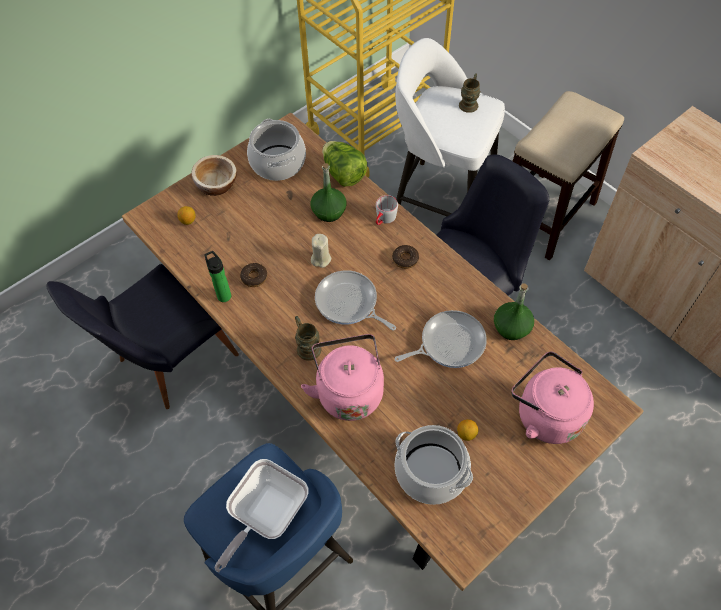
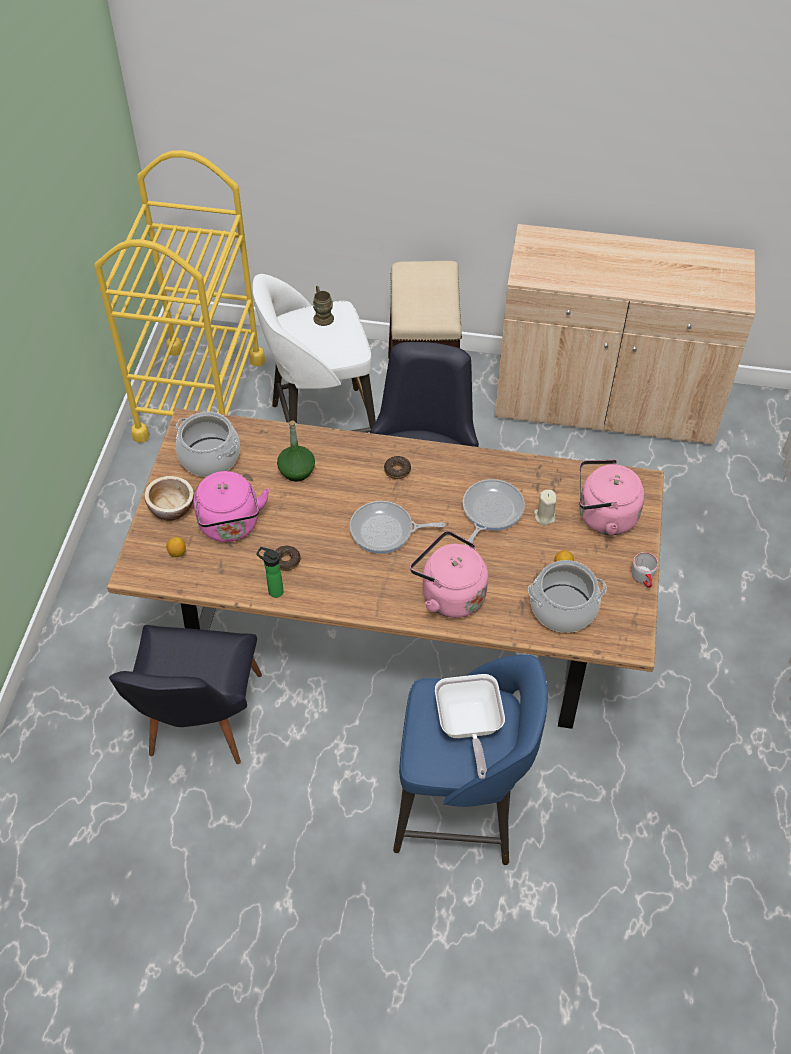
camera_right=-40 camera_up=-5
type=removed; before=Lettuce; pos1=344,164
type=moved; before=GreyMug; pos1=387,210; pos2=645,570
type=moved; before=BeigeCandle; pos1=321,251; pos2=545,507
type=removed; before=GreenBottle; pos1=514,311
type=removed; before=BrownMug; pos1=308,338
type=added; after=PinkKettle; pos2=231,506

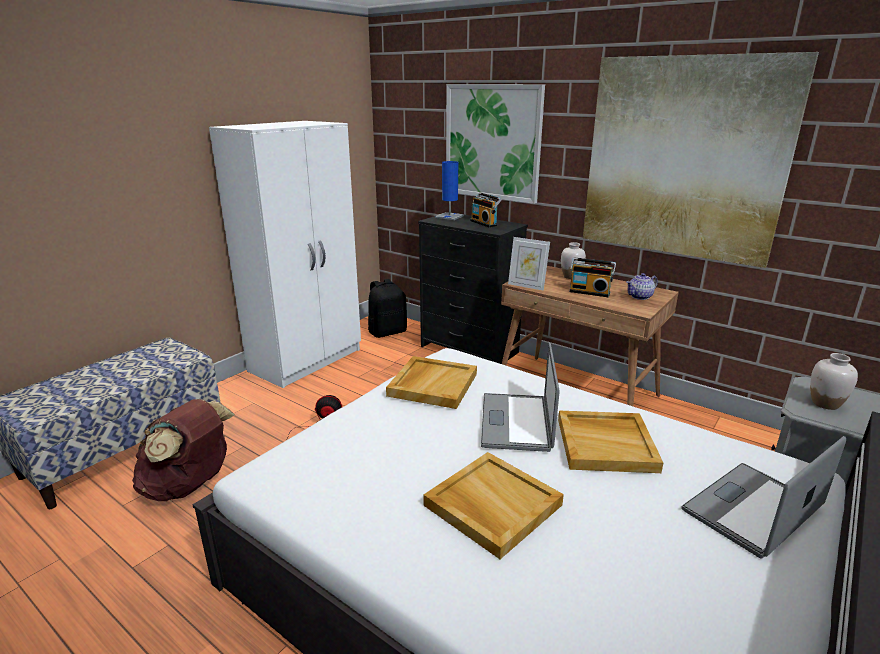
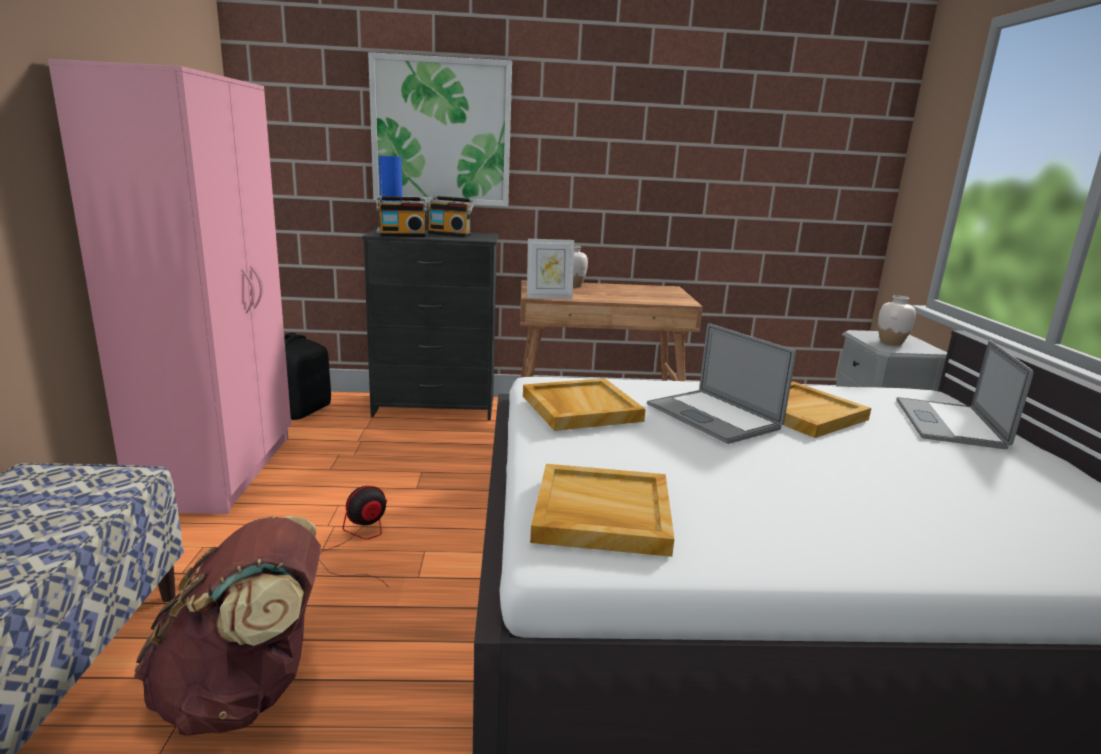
camera_right=-40 camera_up=-5
type=removed; before=Picture; pos1=701,160
type=recoloured; before=WhiteWardrobe; after=PinkWardrobe; pos1=285,254; pos2=169,286
type=moved; before=Radio; pos1=592,277; pos2=401,216
type=removed; before=Teapot; pos1=642,286
type=moved; before=BeigeTray; pos1=493,505; pos2=602,510

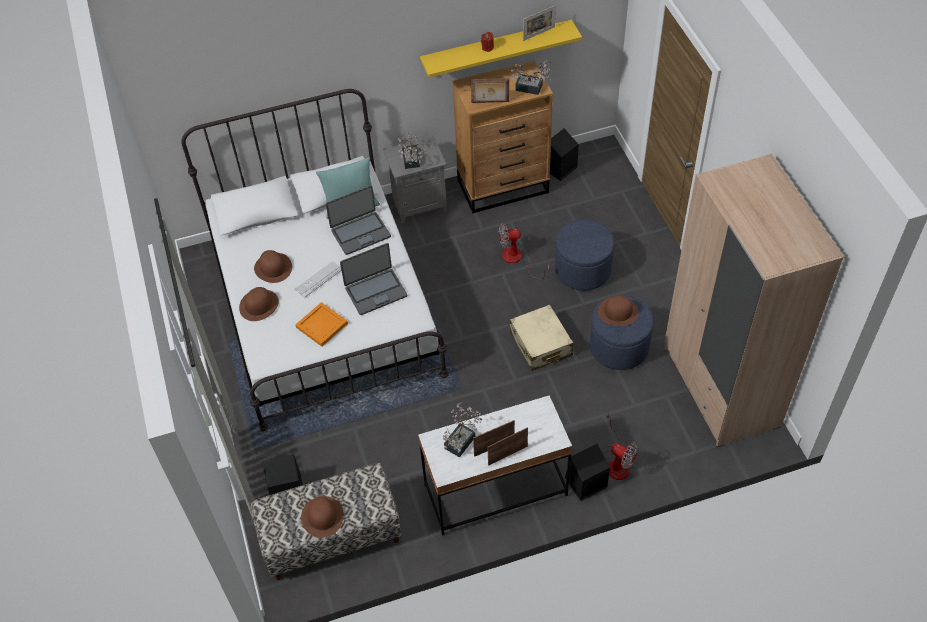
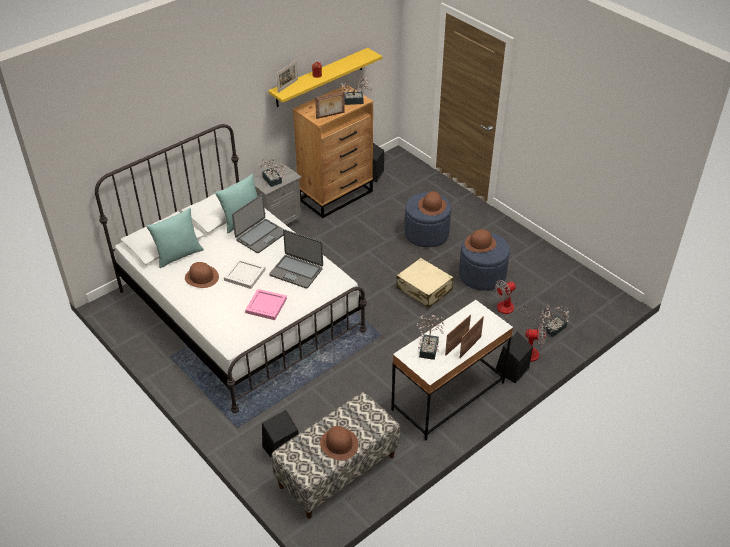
camera_right=-25 camera_up=-10
type=moved; before=PictureFrame; pos1=539,23; pos2=287,77
type=removed; before=BeigeWardrobe; pos1=754,300
type=moved; before=Fan; pos1=524,251; pos2=522,300
type=turned; before=Laptop; pos1=373,279; pos2=296,259; turn=75
type=replaced; before=Keyboard; after=WhiteTray; pos1=318,279; pos2=245,274
type=moved; before=BrownHat; pos1=259,304; pos2=432,203
type=recoloured; before=OrangeTray; after=PinkTray; pos1=321,324; pos2=266,304
type=added; after=TurquoisePillow; pos2=175,238
type=added; after=PottedPlant; pos2=554,321

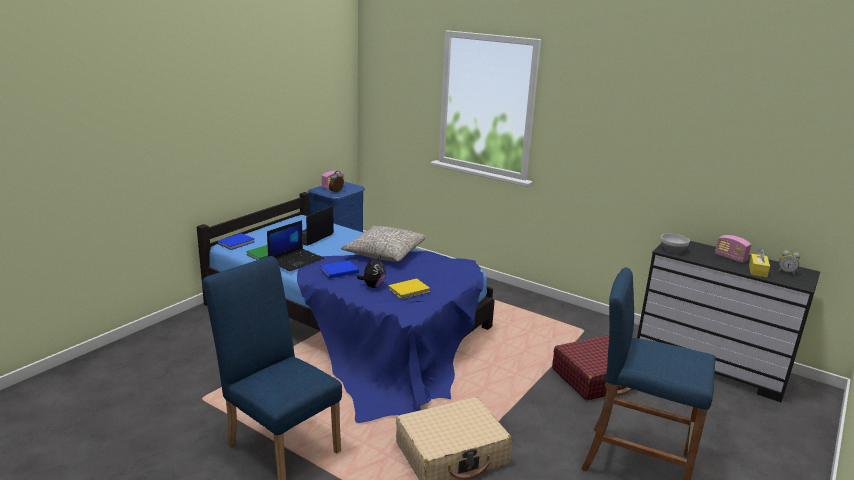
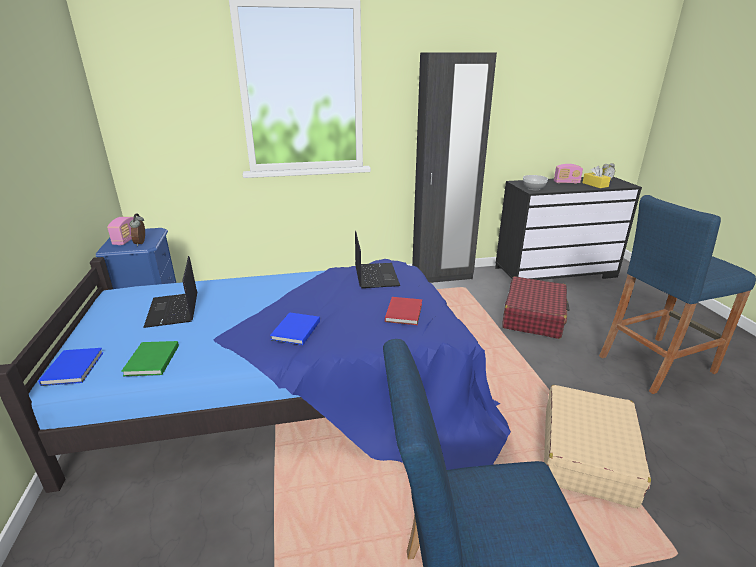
camera_right=-45 camera_up=5
type=moved; before=Laptop; pos1=295,245; pos2=377,259
type=removed; before=GreyPillow; pos1=384,244
type=removed; before=PlushToy; pos1=371,271
type=recoloured; before=YellowBook; after=RedBook; pos1=409,288; pos2=403,311
type=added; after=BlackWardrobe; pos2=454,167

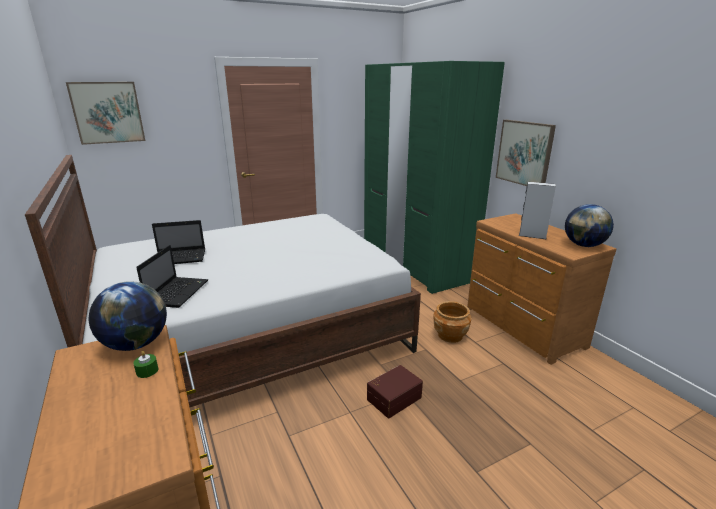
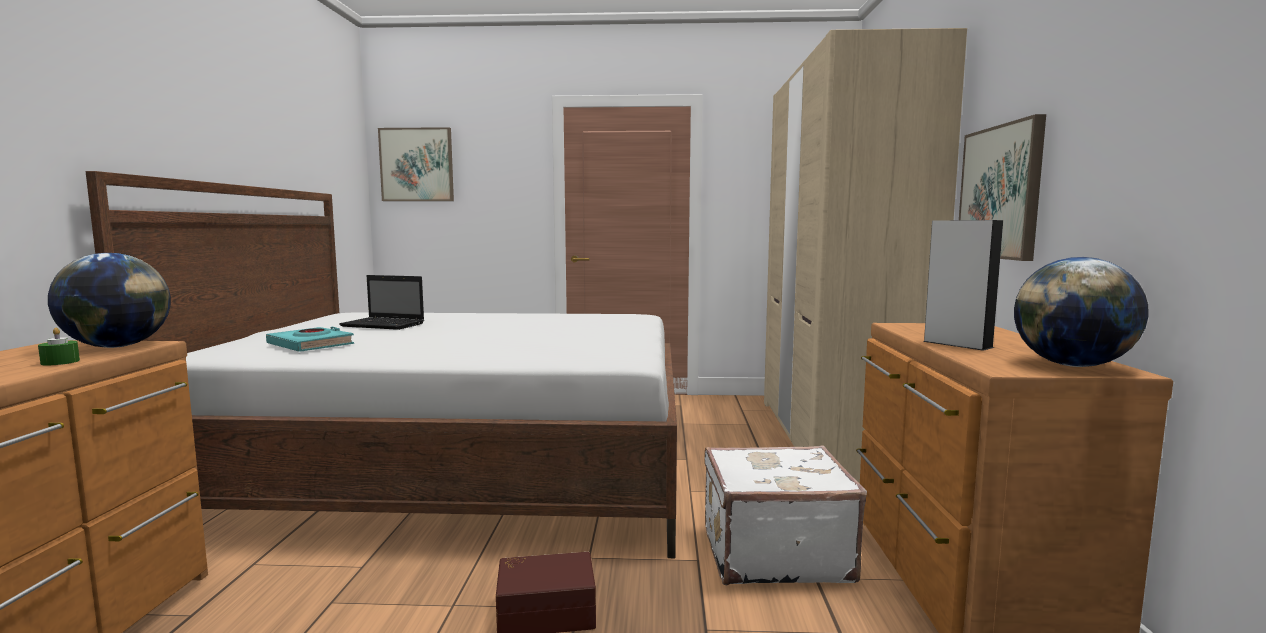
camera_right=30 camera_up=-15
type=recoloured; before=GreenWardrobe; after=BeigeWardrobe; pos1=434,177; pos2=865,255
type=replaced; before=Laptop; after=TurquoiseBook; pos1=172,276; pos2=310,339
type=replaced; before=BrownPlanter; after=WhiteSuitcase; pos1=453,322; pos2=785,515

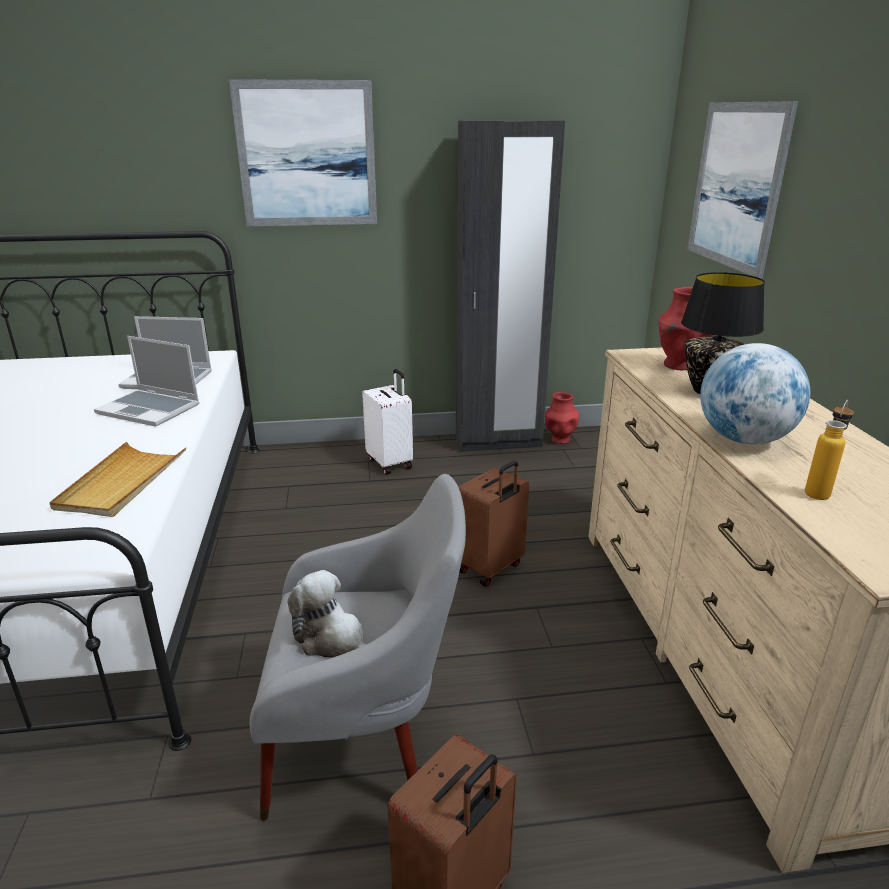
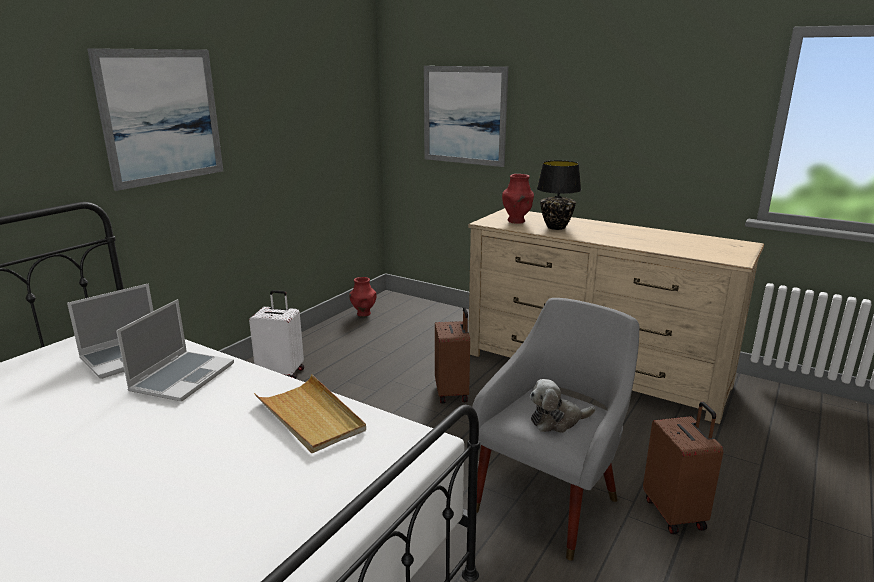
camera_right=-50 camera_up=-5
type=removed; before=BlackWardrobe; pos1=510,286
type=turned; before=Laptop; pos1=147,381; pos2=175,350; turn=-45
type=removed; before=Globe; pos1=755,394
type=removed; before=Bottle; pos1=829,450

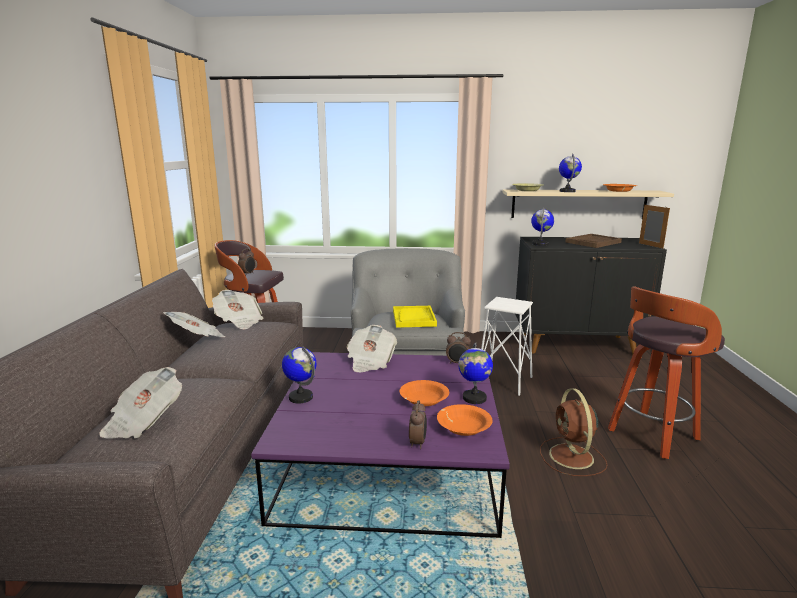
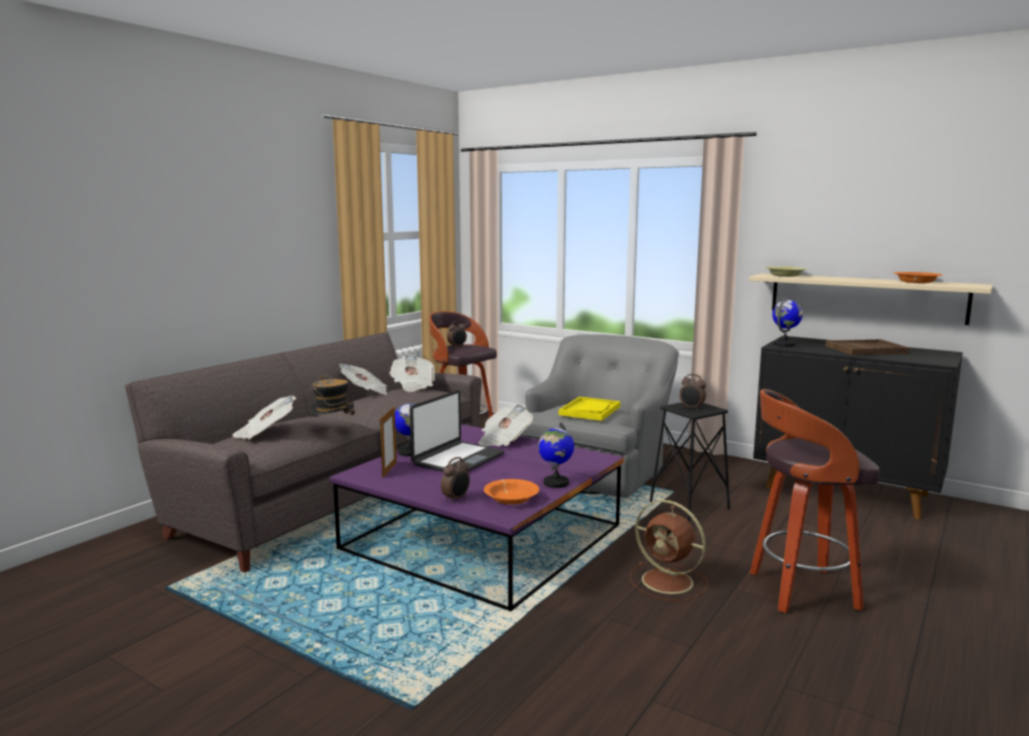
camera_right=30 camera_up=-5
type=removed; before=Globe; pos1=570,172
type=moved; before=PictureFrame; pos1=654,226; pos2=388,442
type=recoloured; before=WhiteStool; after=BlackStool; pos1=507,346; pos2=689,461
type=moved; before=AlarmClock; pos1=458,348; pos2=692,392
type=removed; before=OrangeBowl; pos1=424,393
type=turned; before=BrownFan; pos1=573,432; pos2=669,550; turn=-75
type=added; after=Hat; pos2=332,398
type=added; after=Laptop; pos2=457,431

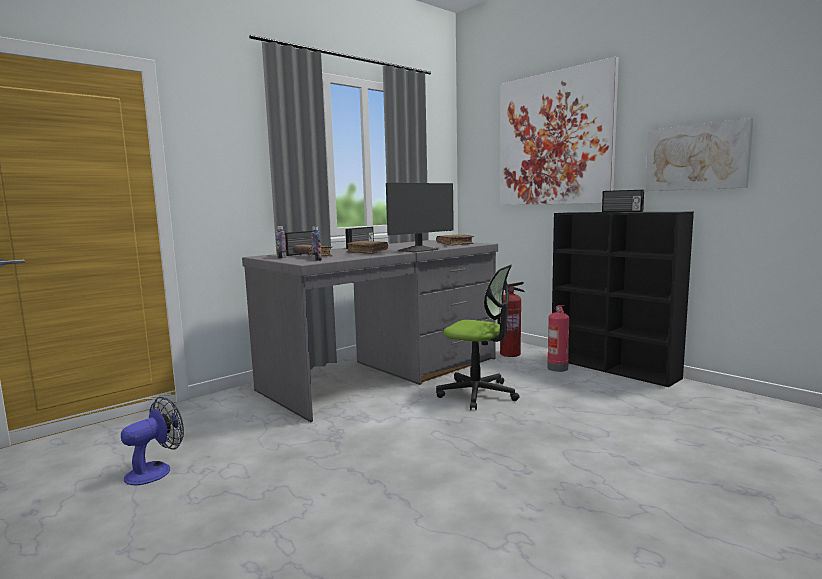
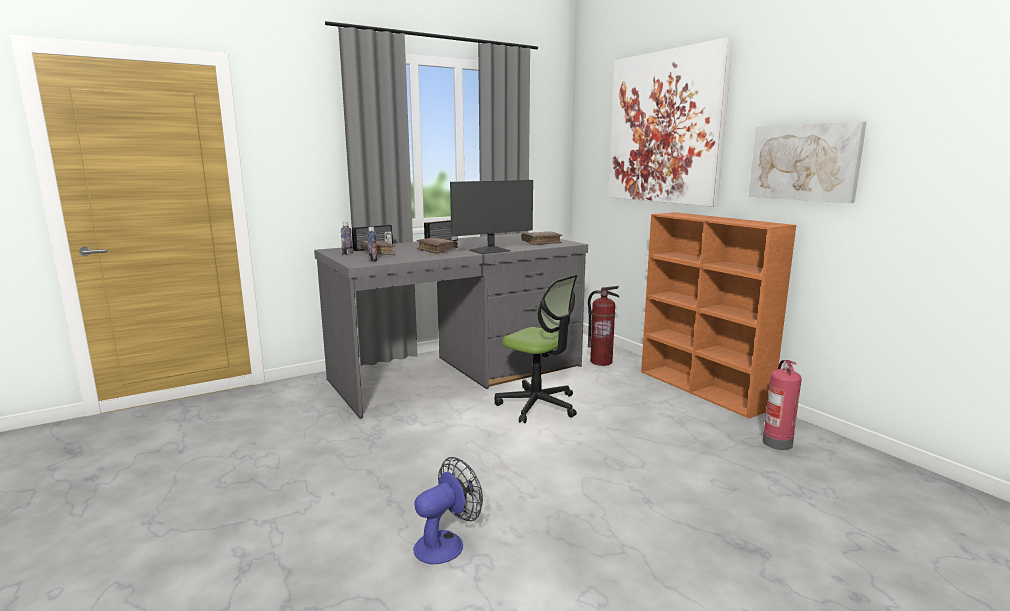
camera_right=10 camera_up=5
type=removed; before=Radio; pos1=623,201
type=recoloured; before=BlackBookcase; after=OrangeBookcase; pos1=623,299; pos2=718,315
type=moved; before=FireExtinguisher; pos1=558,338; pos2=782,405
type=moved; before=Fan; pos1=152,441; pos2=448,510

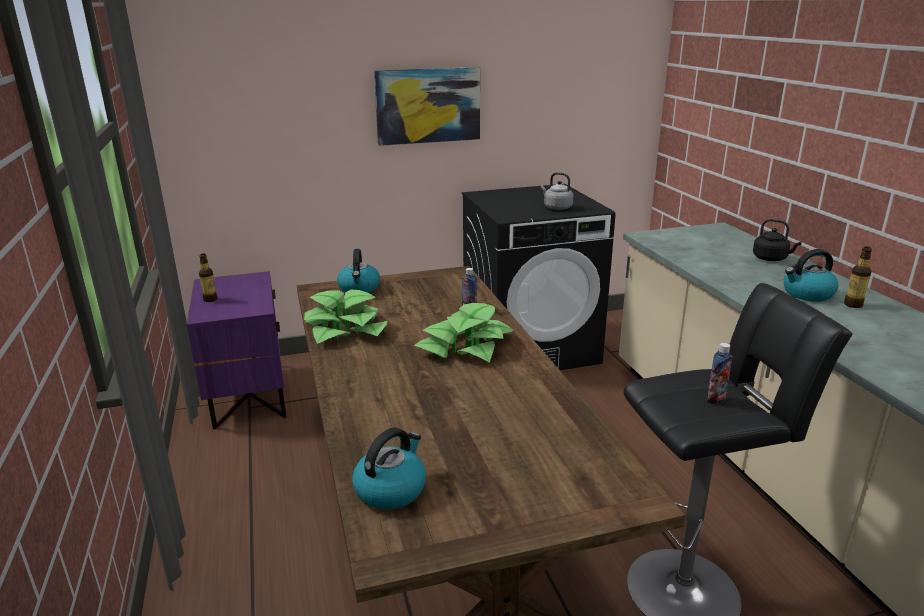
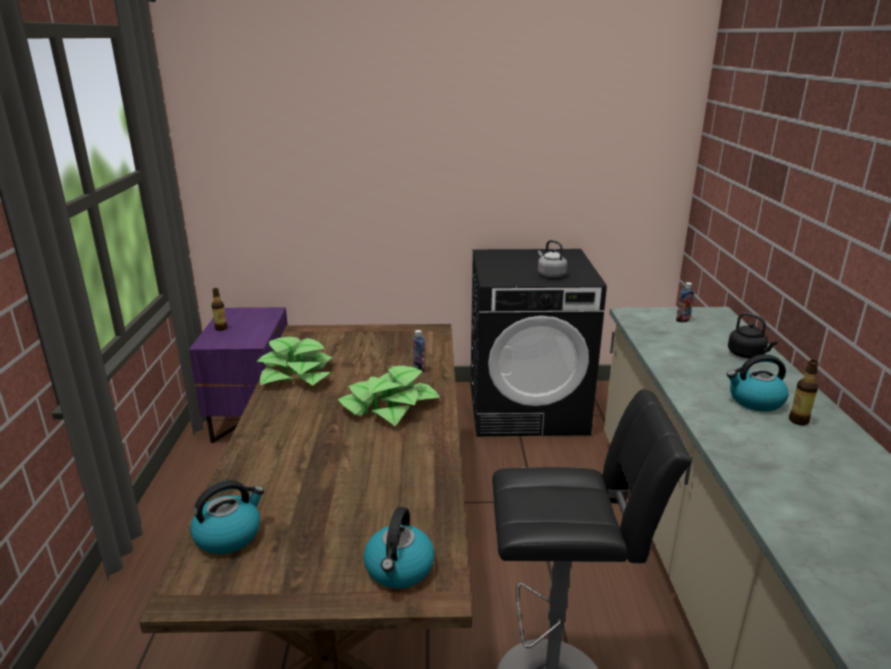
camera_right=15 camera_up=0
type=removed; before=Picture; pos1=427,106
type=moved; before=Kettle; pos1=358,271; pos2=399,548
type=moved; before=Bottle; pos1=720,373; pos2=685,302

